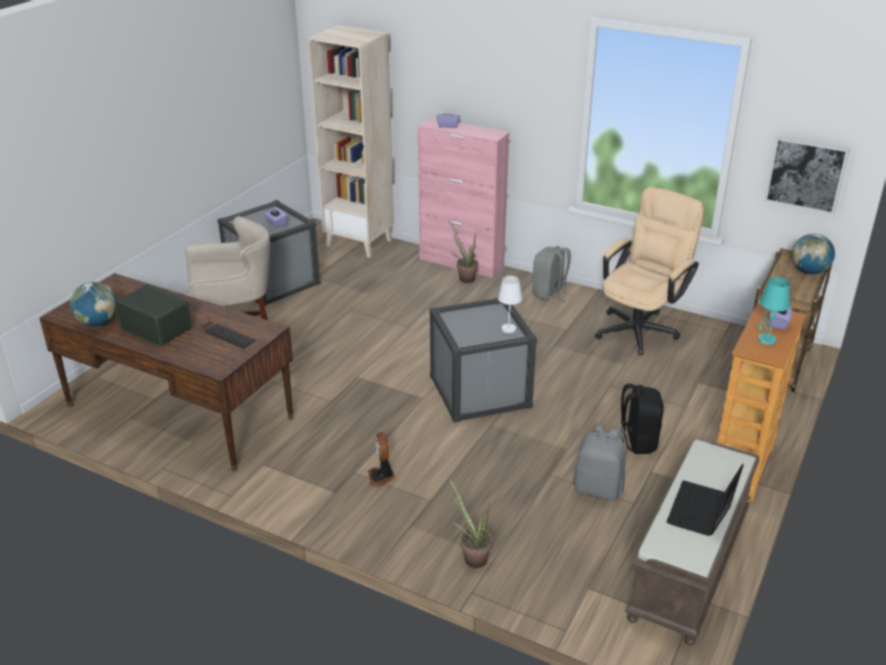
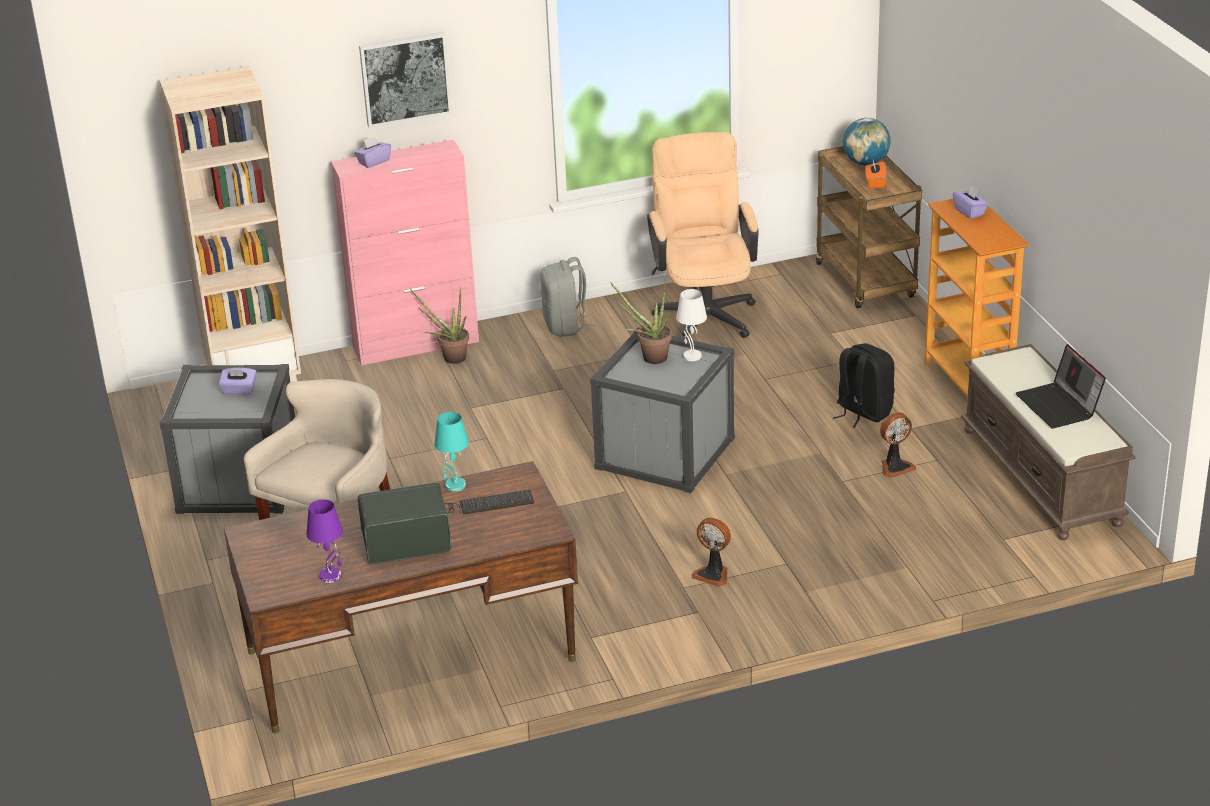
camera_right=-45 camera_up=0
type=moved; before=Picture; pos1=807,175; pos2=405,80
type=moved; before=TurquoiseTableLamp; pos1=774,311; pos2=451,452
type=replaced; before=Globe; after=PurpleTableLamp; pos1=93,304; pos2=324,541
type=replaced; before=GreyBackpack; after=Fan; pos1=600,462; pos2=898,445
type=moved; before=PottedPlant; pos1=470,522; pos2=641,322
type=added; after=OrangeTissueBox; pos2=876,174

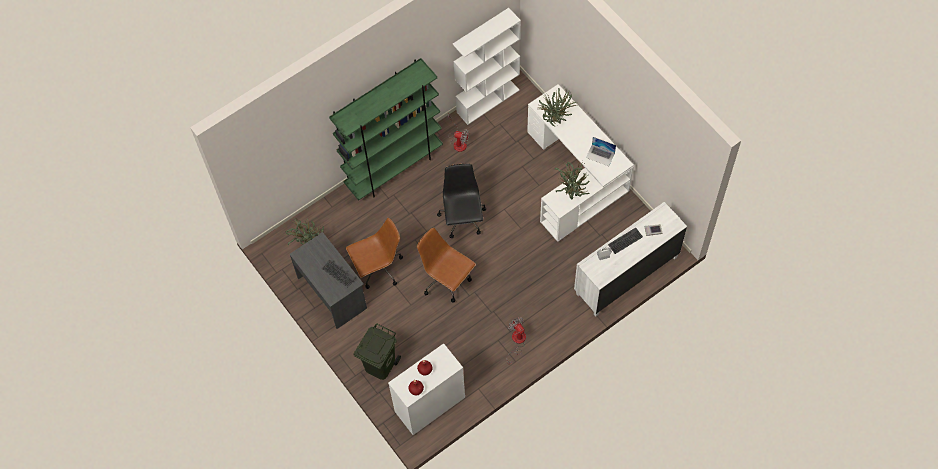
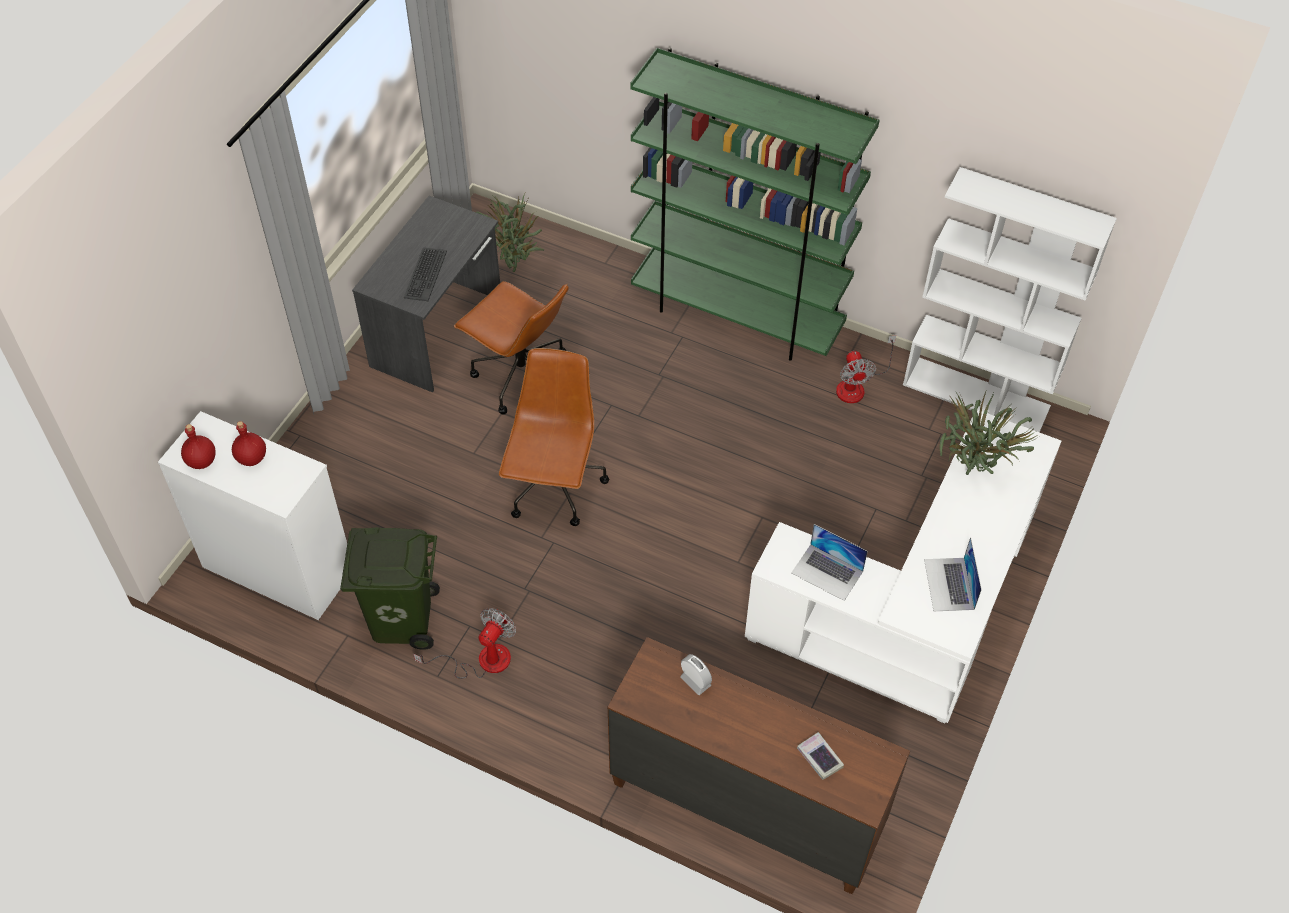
camera_right=60 camera_up=-10
type=replaced; before=PottedPlant; after=Laptop; pos1=572,179; pos2=829,562
type=removed; before=BlackOfficeChair; pos1=461,201
type=recoloured; before=WhiteDresser; after=BrownDresser; pos1=630,259; pos2=758,765
type=removed; before=Keyboard; pos1=625,241
type=moved; before=GreenTrashCan; pos1=377,351; pos2=390,588

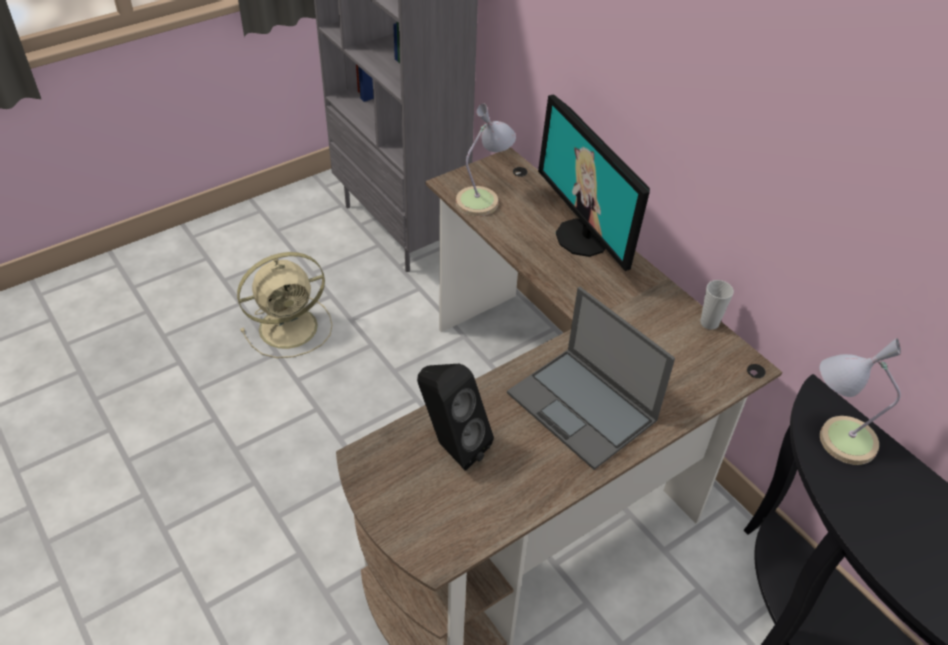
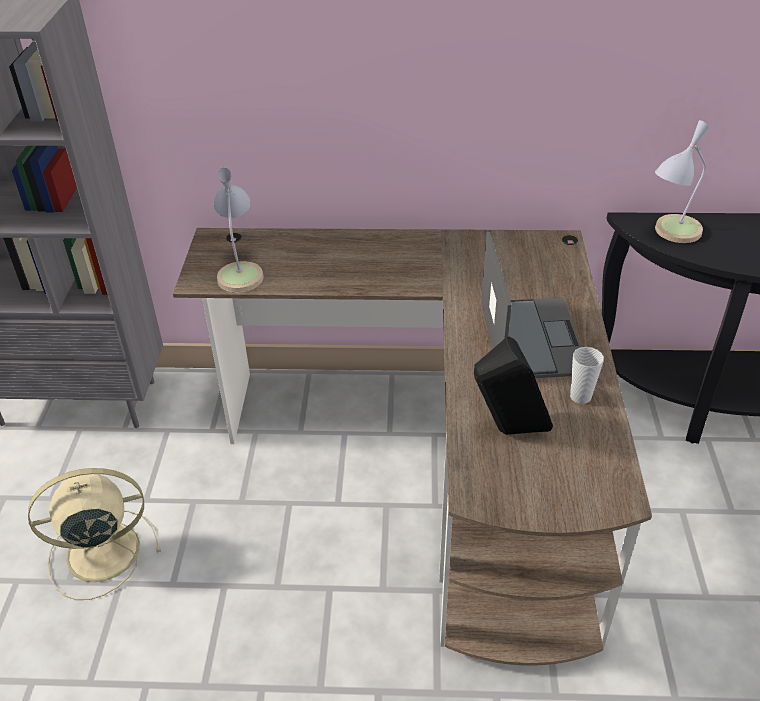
camera_right=-50 camera_up=-5
type=removed; before=Monitor; pos1=594,182
type=turned; before=BeigeFan; pos1=284,305; pos2=94,534; turn=-120
type=moved; before=Cup; pos1=717,305; pos2=587,375
type=turned; before=Laptop; pos1=591,378; pos2=531,305; turn=-90

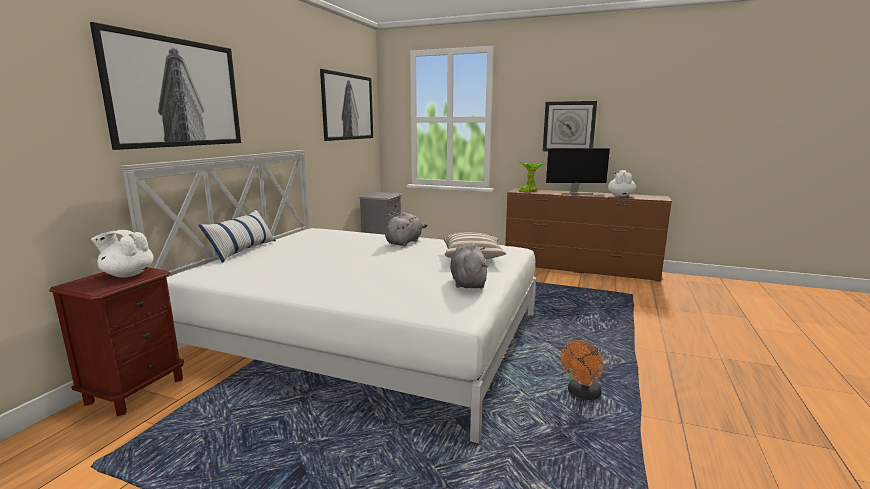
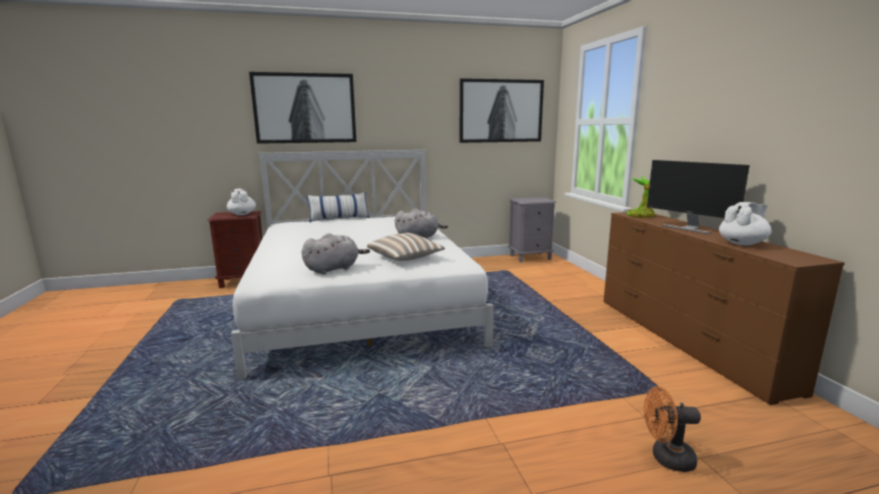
camera_right=55 camera_up=0
type=removed; before=WallClock; pos1=570,126
type=moved; before=OrangeFan; pos1=581,370; pos2=672,429

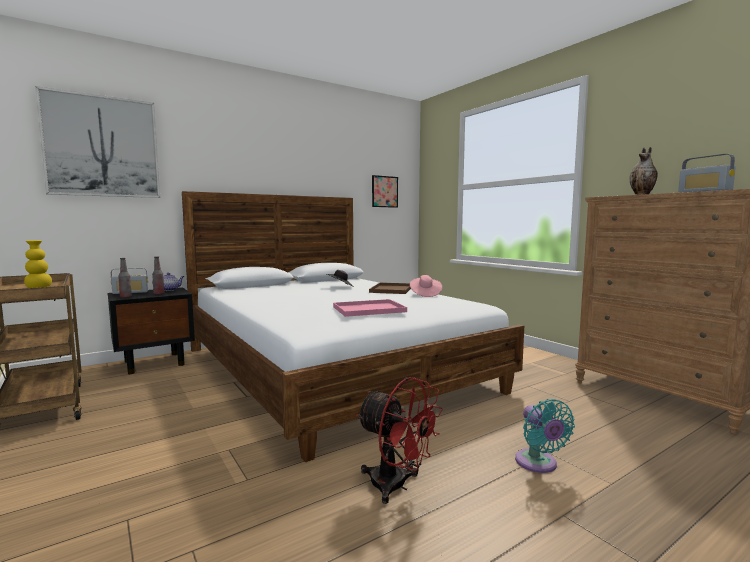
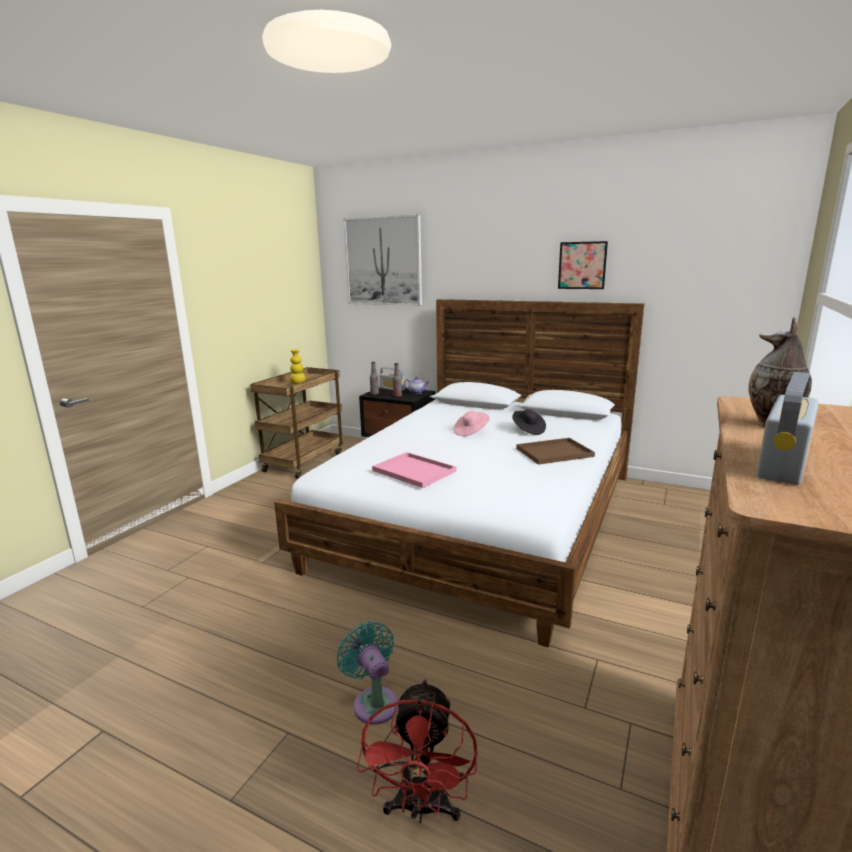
camera_right=60 camera_up=10
type=moved; before=Picture; pos1=385,191; pos2=583,265
type=moved; before=PinkHat; pos1=426,286; pos2=471,423
type=moved; before=RedFan; pos1=399,440; pos2=417,751
type=turned; before=TurquoiseFan; pos1=545,436; pos2=367,673; turn=105

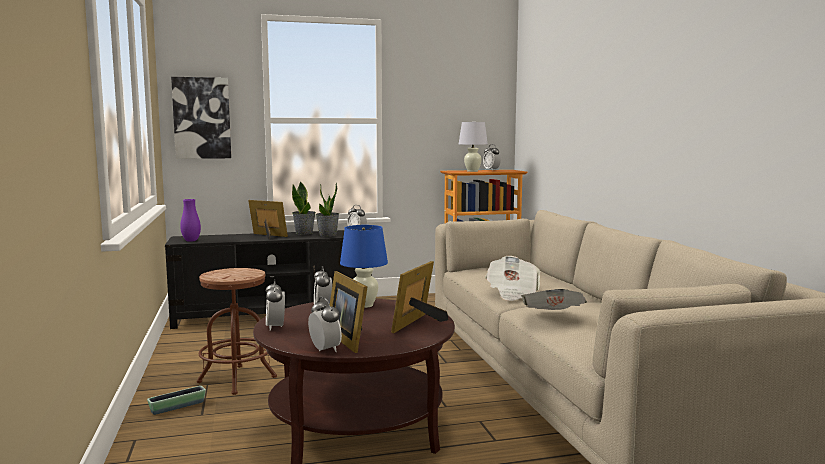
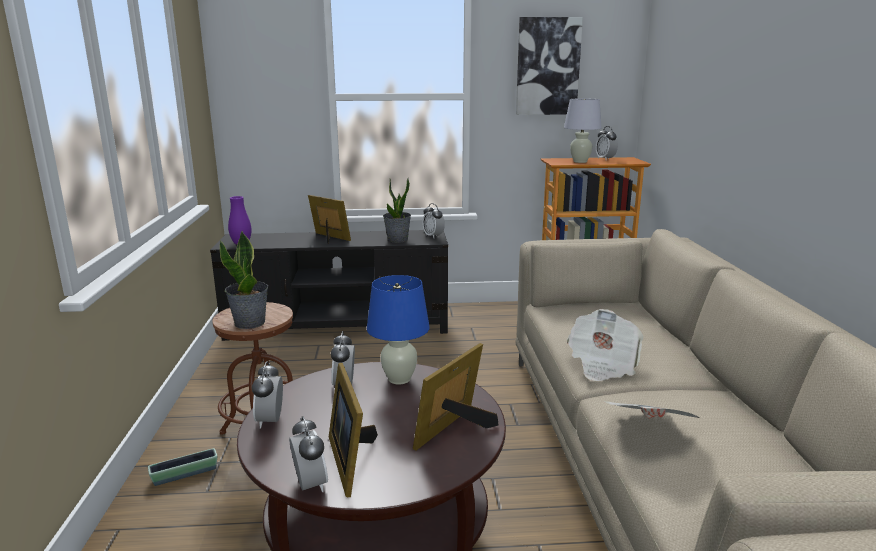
camera_right=10 camera_up=10
type=moved; before=Picture; pos1=201,118; pos2=549,66
type=moved; before=PottedPlant; pos1=304,208; pos2=244,280

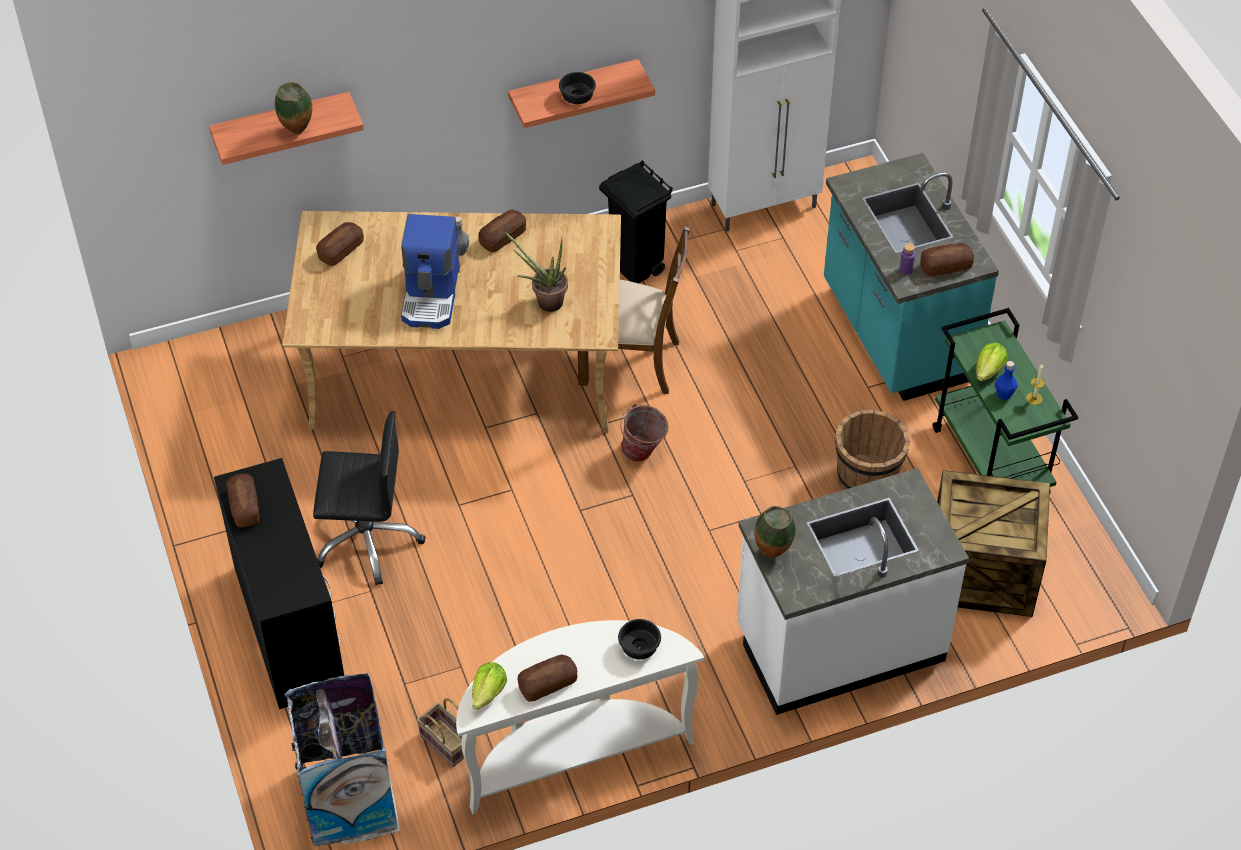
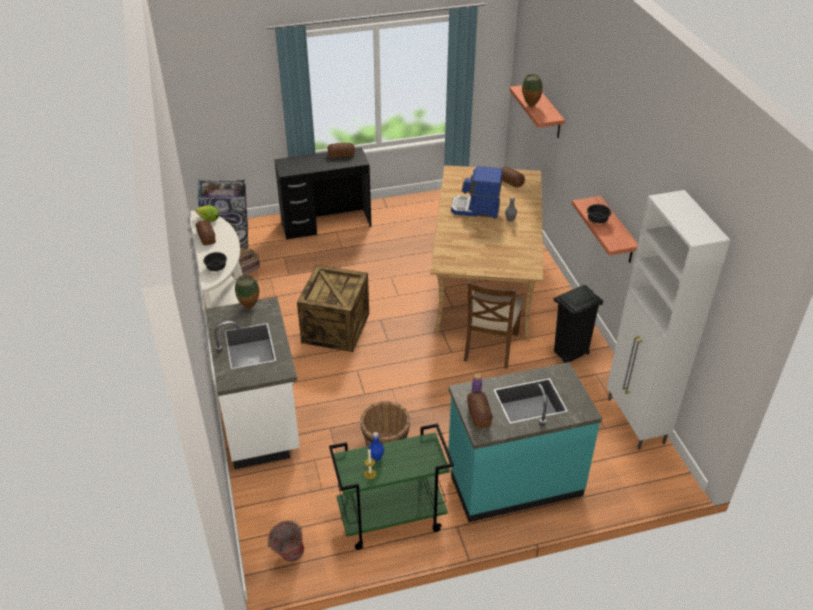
camera_right=95 camera_up=-10
type=removed; before=Bread; pos1=502,231
type=removed; before=PottedPlant; pos1=536,272
type=removed; before=Lettuce; pos1=992,362
type=moved; before=Bucket; pos1=644,432; pos2=285,541
type=removed; before=BlackOfficeChair; pos1=369,498
type=moved; before=Crate; pos1=993,543; pos2=333,308

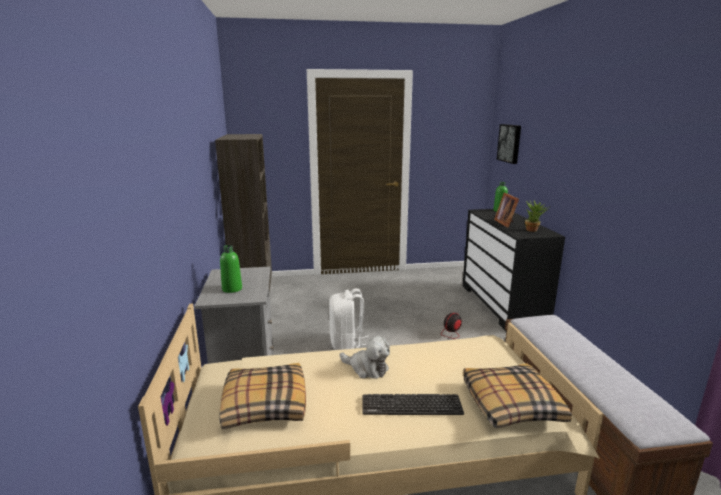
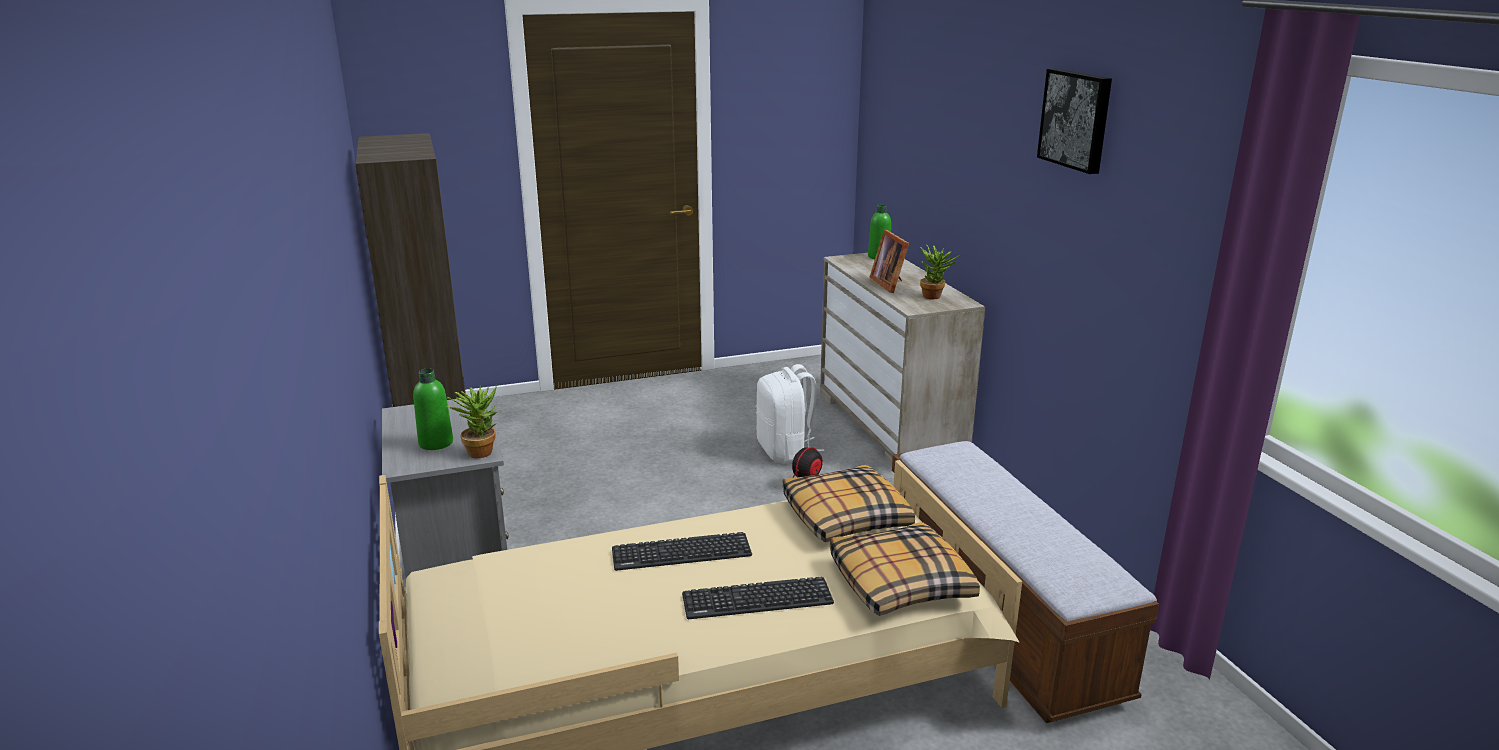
camera_right=-10 camera_up=5
type=moved; before=Picture; pos1=509,144; pos2=1074,121
type=recoloured; before=BlackDresser; after=BeigeDresser; pos1=514,270; pos2=902,359
type=moved; before=WhiteBackpack; pos1=349,319; pos2=790,414
type=replaced; before=PlushToy; after=Keyboard; pos1=365,357; pos2=682,551
type=moved; before=Pillow; pos1=262,396; pos2=849,503
type=added; after=PottedPlant; pos2=472,421

